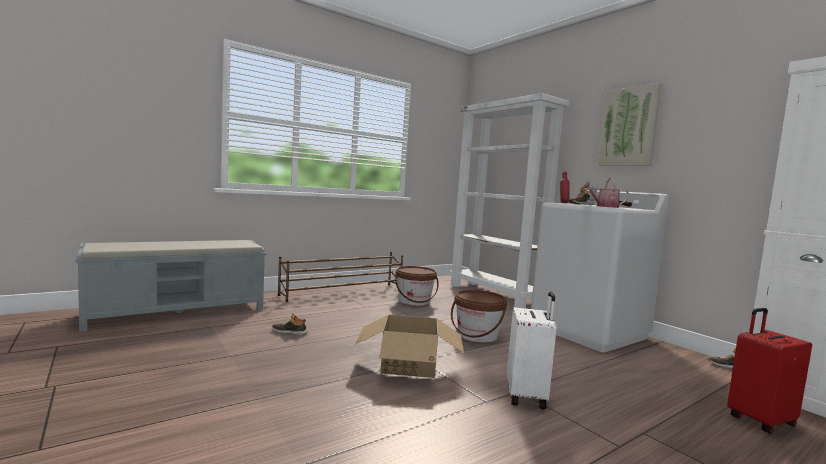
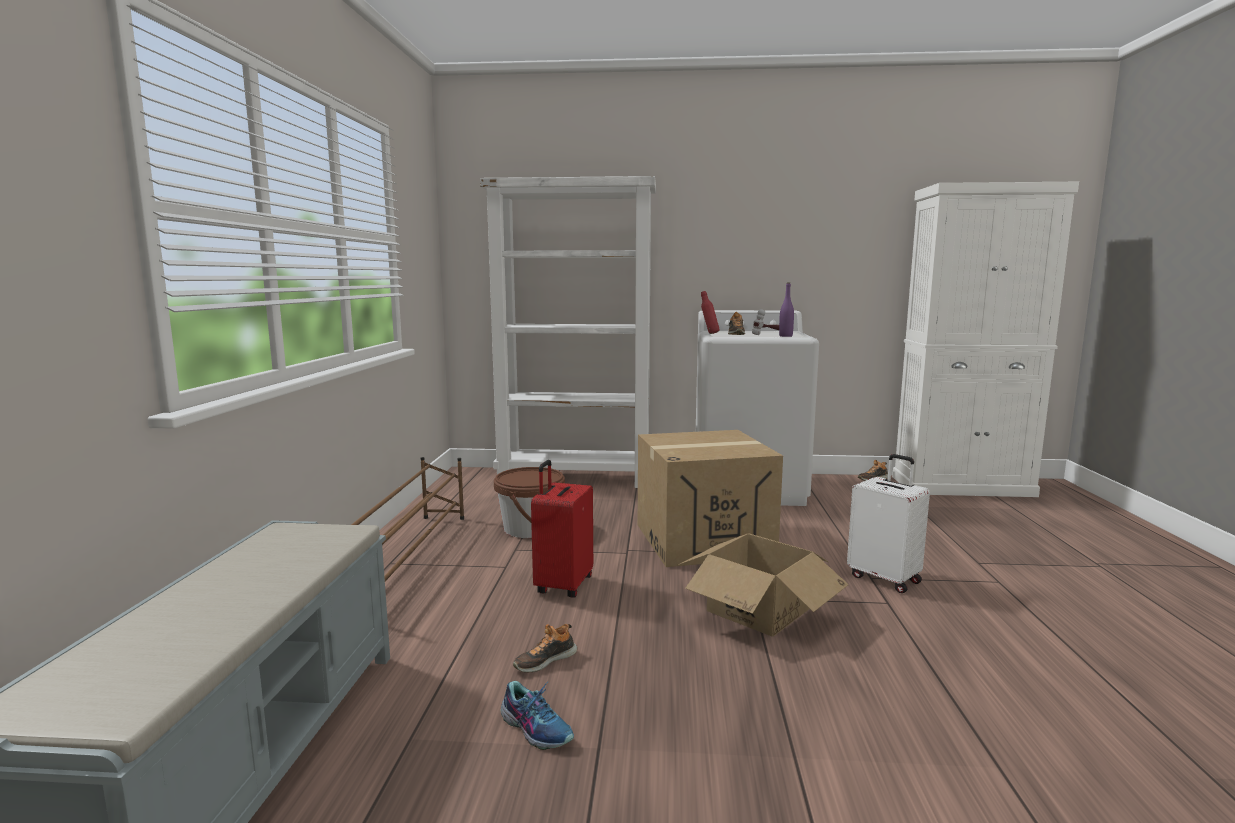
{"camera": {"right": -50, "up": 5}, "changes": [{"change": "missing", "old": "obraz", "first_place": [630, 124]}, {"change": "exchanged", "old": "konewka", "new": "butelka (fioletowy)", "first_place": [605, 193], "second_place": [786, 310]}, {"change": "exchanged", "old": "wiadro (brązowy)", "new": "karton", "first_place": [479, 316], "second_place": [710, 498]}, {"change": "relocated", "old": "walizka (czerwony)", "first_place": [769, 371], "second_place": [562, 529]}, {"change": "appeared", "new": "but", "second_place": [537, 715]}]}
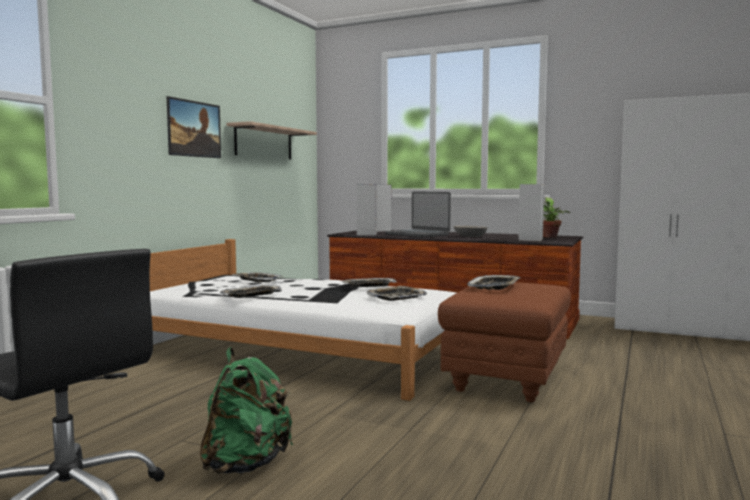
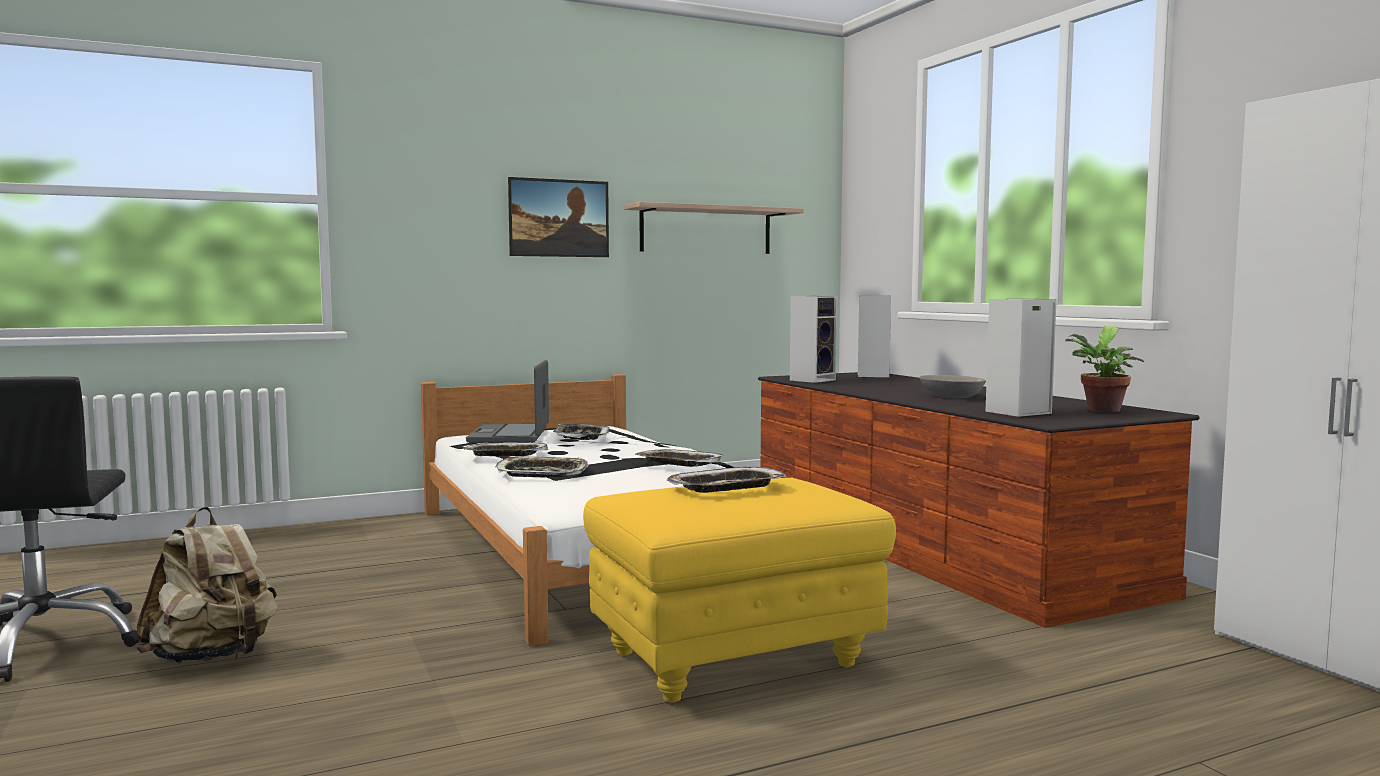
{"camera": {"right": 40, "up": 0}, "changes": [{"change": "relocated", "old": "laptop", "first_place": [418, 215], "second_place": [507, 401]}, {"change": "colour", "old": "pufa (brązowy)", "new": "pufa (żółty)", "first_place": [504, 342], "second_place": [739, 590]}, {"change": "relocated", "old": "taca", "first_place": [397, 293], "second_place": [542, 467]}, {"change": "colour", "old": "plecak (zielony)", "new": "plecak (beżowy)", "first_place": [246, 410], "second_place": [207, 585]}]}
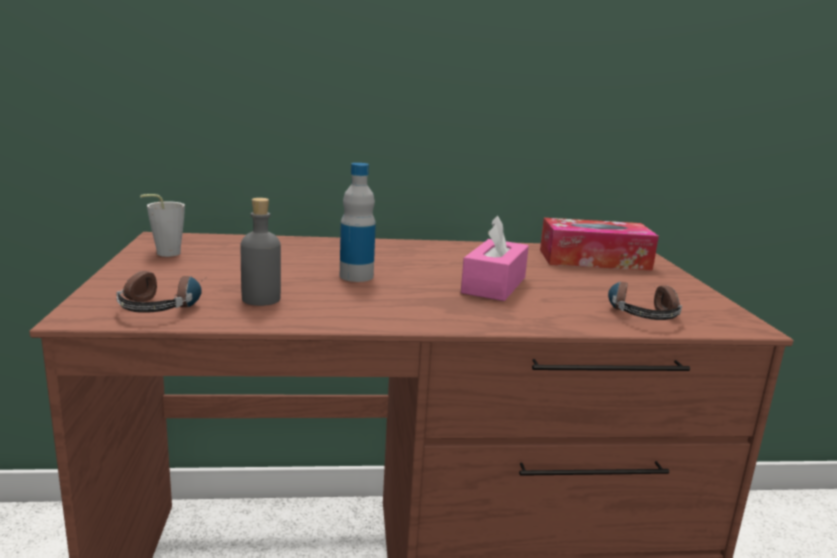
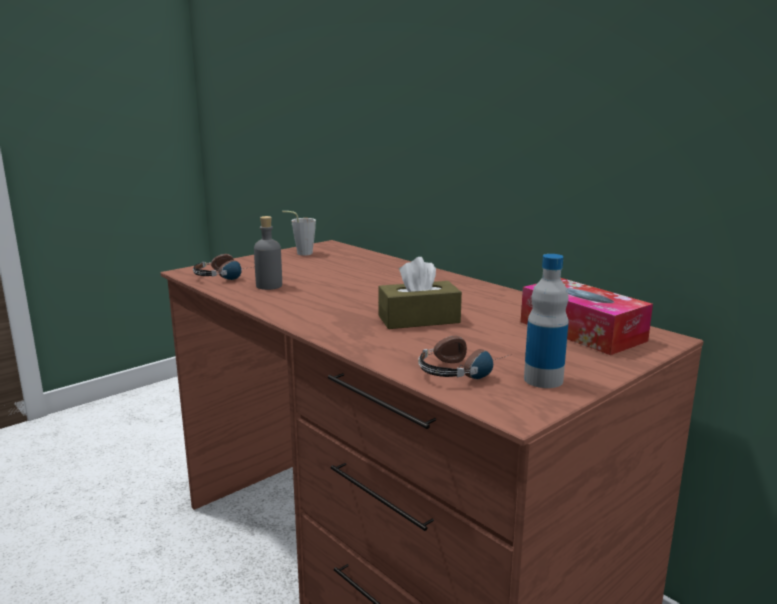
{"camera": {"right": 55, "up": 0}, "changes": [{"change": "relocated", "old": "butelka", "first_place": [358, 222], "second_place": [546, 321]}, {"change": "colour", "old": "pudełko chusteczek (różowy)", "new": "pudełko chusteczek (brązowy)", "first_place": [495, 258], "second_place": [420, 293]}]}
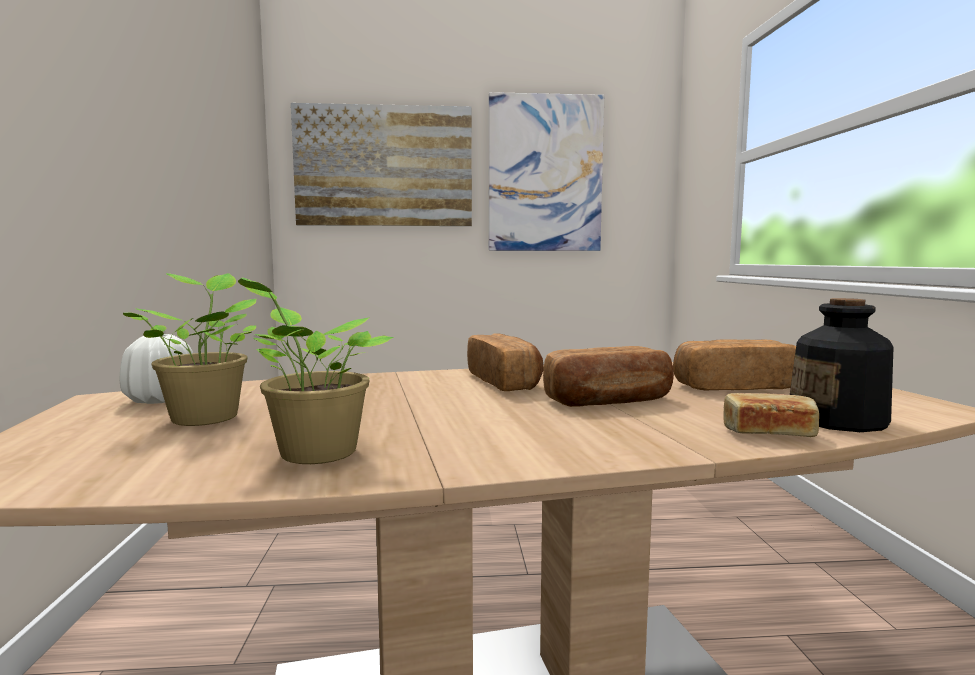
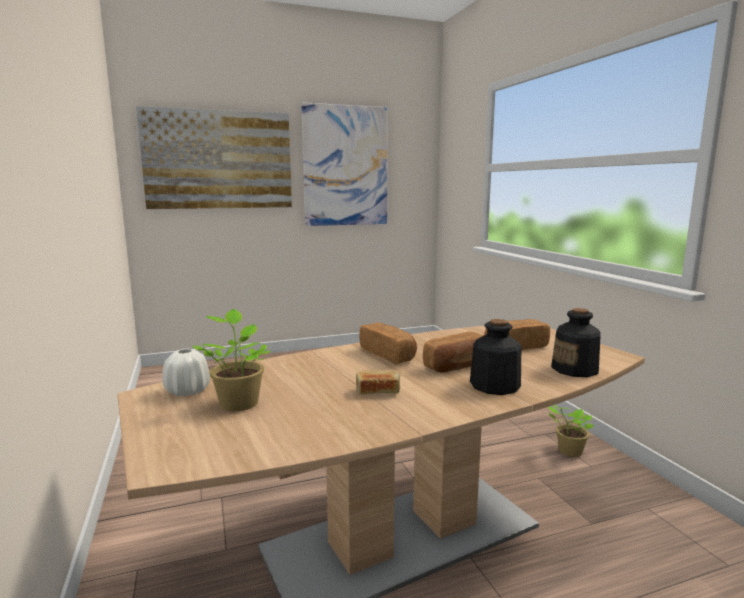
{"camera": {"right": -15, "up": 5}, "changes": [{"change": "relocated", "old": "roślina doniczkowa", "first_place": [316, 370], "second_place": [571, 431]}, {"change": "relocated", "old": "chleb", "first_place": [771, 415], "second_place": [378, 381]}, {"change": "appeared", "new": "butelka", "second_place": [495, 357]}]}
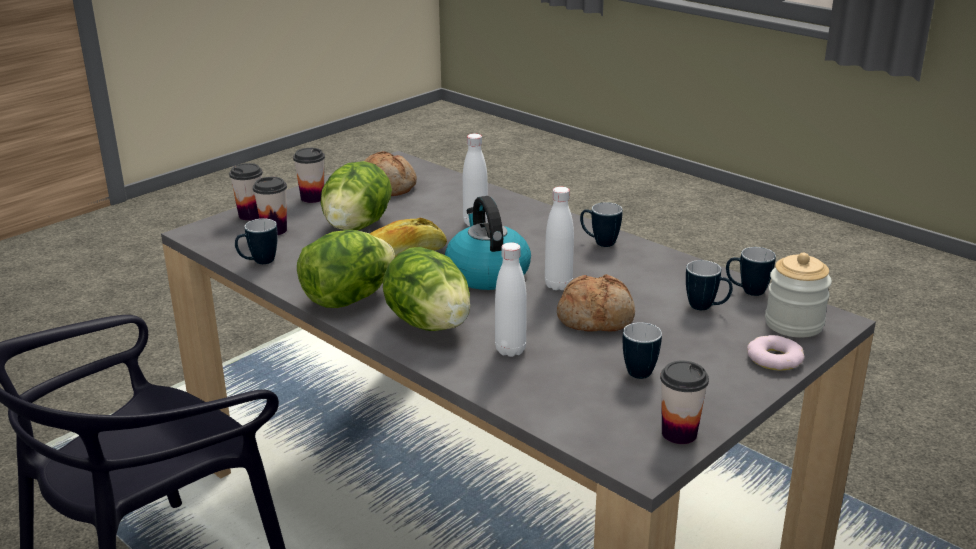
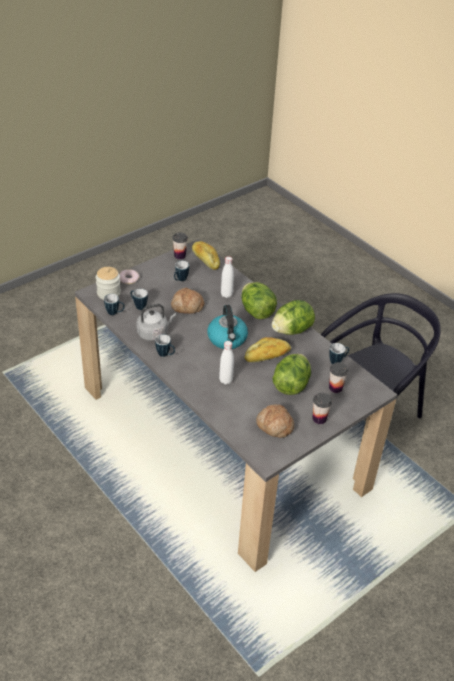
{"camera": {"right": -175, "up": 15}, "changes": [{"change": "missing", "old": "filiżanka", "first_place": [246, 192]}, {"change": "missing", "old": "butelka (biały)", "first_place": [559, 238]}, {"change": "appeared", "new": "chleb", "second_place": [206, 255]}, {"change": "appeared", "new": "czajnik (szary)", "second_place": [156, 322]}]}
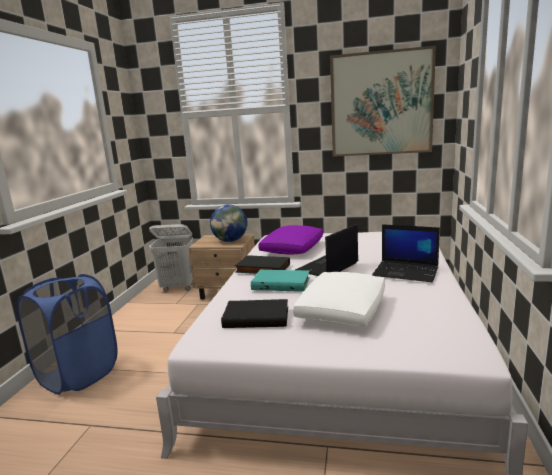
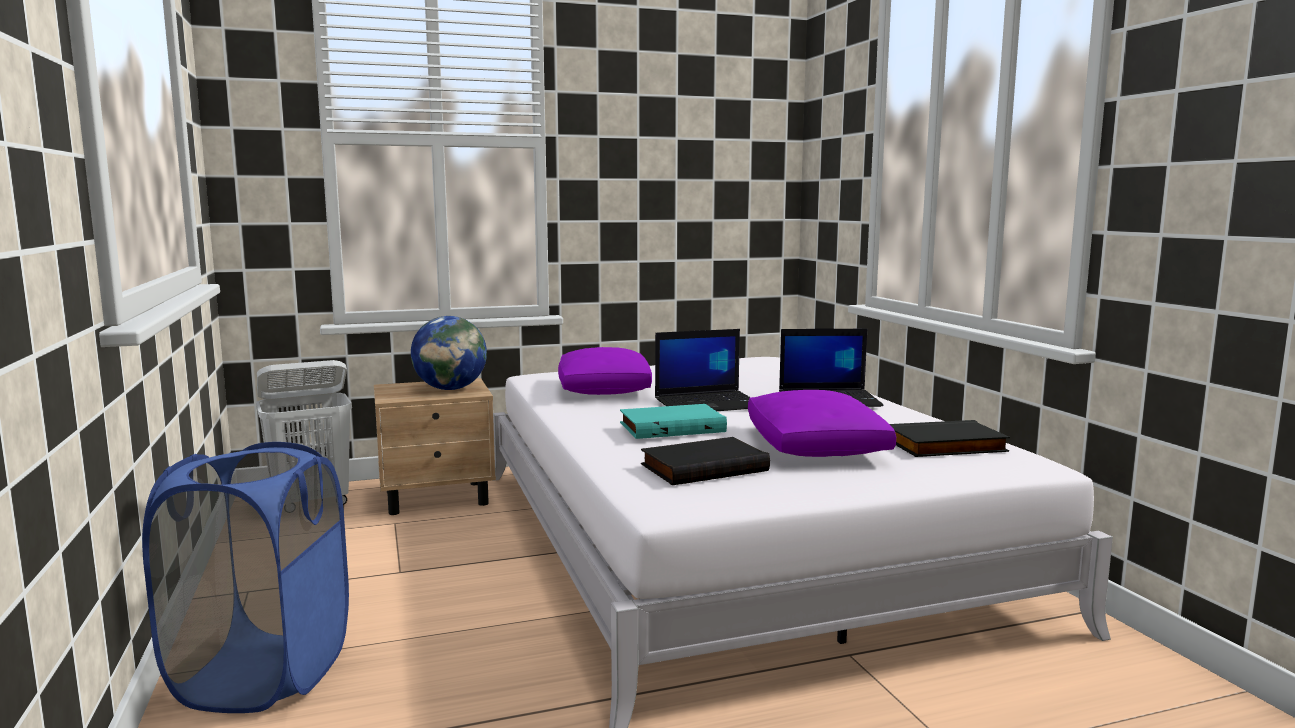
{"camera": {"right": -30, "up": -5}, "changes": [{"change": "missing", "old": "obraz", "first_place": [383, 101]}, {"change": "spun", "old": "laptop", "first_place": [326, 250], "second_place": [703, 370], "degrees": -120}, {"change": "relocated", "old": "książka (czarny)", "first_place": [262, 264], "second_place": [950, 438]}, {"change": "colour", "old": "poduszka (biały)", "new": "poduszka (fioletowy)", "first_place": [339, 299], "second_place": [822, 423]}]}
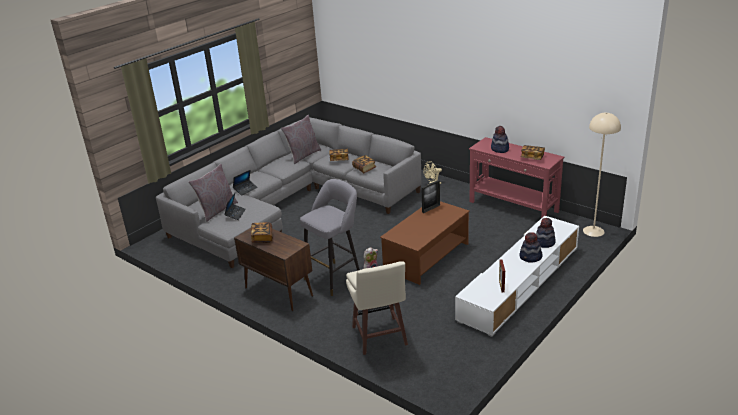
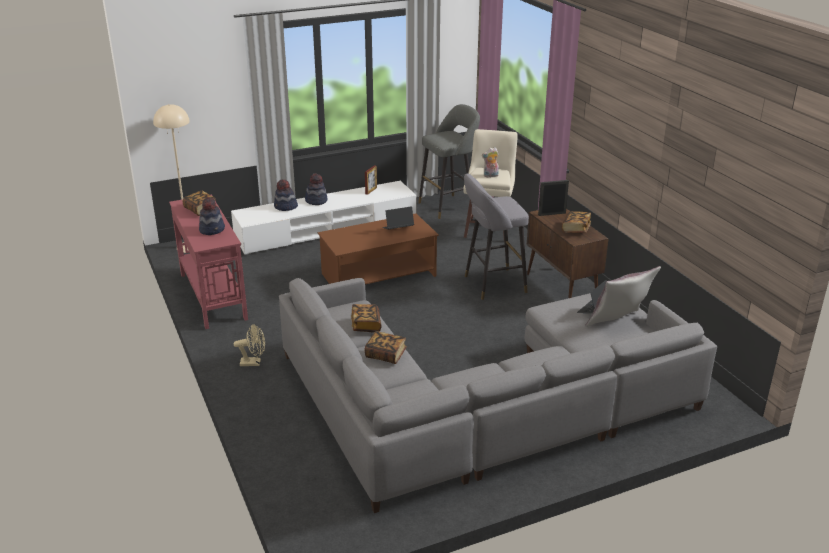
{"camera": {"right": -155, "up": 0}, "changes": [{"change": "missing", "old": "poduszka (szary)", "first_place": [301, 139]}, {"change": "relocated", "old": "laptop", "first_place": [245, 183], "second_place": [398, 217]}, {"change": "relocated", "old": "ramka na zdjęcie", "first_place": [430, 196], "second_place": [553, 198]}, {"change": "appeared", "new": "stołek (szary)", "second_place": [449, 161]}]}
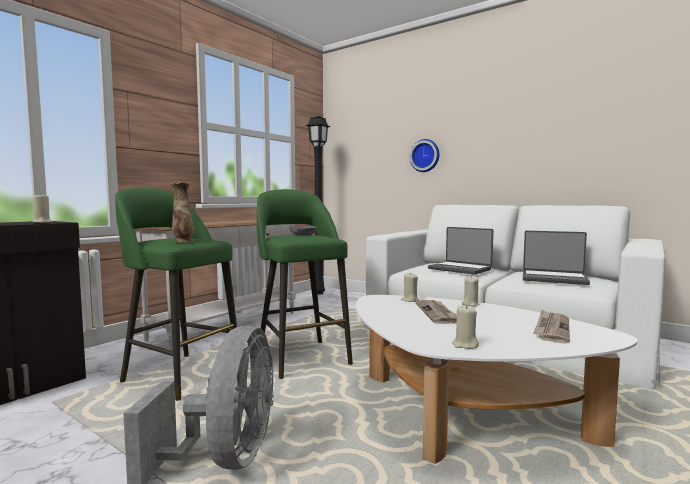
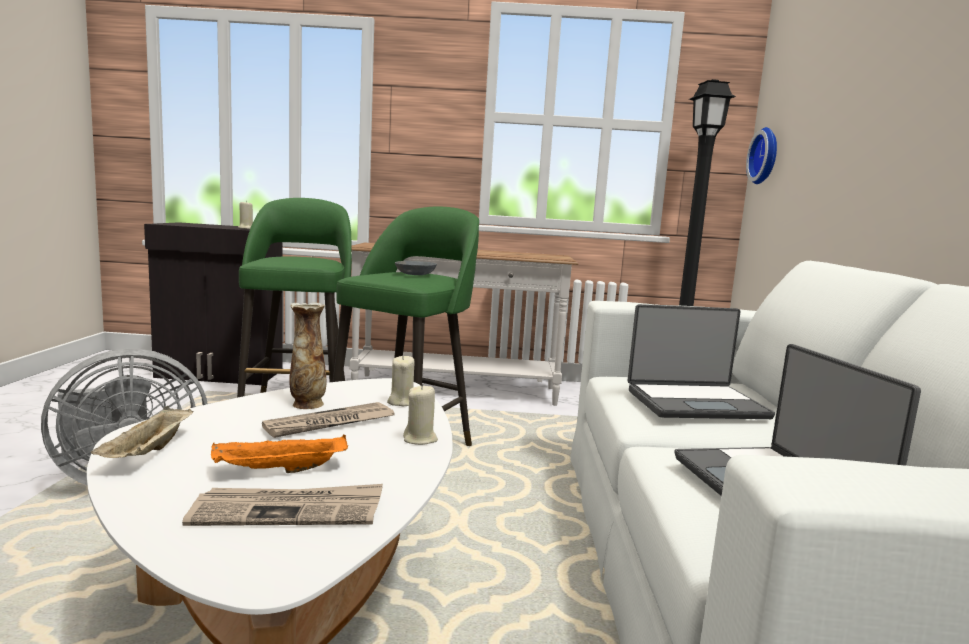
{"camera": {"right": 55, "up": 5}, "changes": [{"change": "relocated", "old": "zegar ścienny", "first_place": [424, 155], "second_place": [761, 155]}, {"change": "relocated", "old": "wazon", "first_place": [182, 212], "second_place": [308, 356]}, {"change": "spun", "old": "laptop", "first_place": [460, 251], "second_place": [701, 361], "degrees": -105}, {"change": "exchanged", "old": "świeca (beżowy)", "new": "taca (beżowy)", "first_place": [465, 327], "second_place": [142, 432]}, {"change": "appeared", "new": "taca (pomarańczowy)", "second_place": [279, 453]}]}
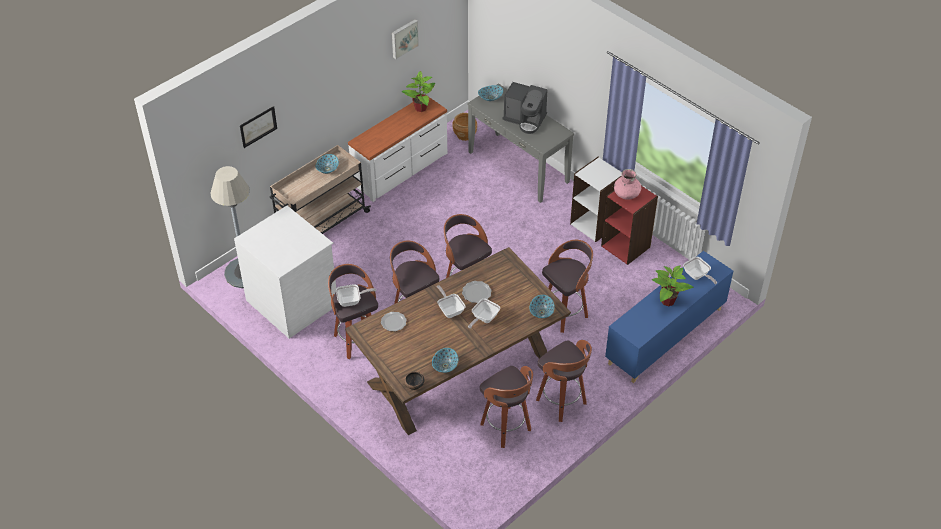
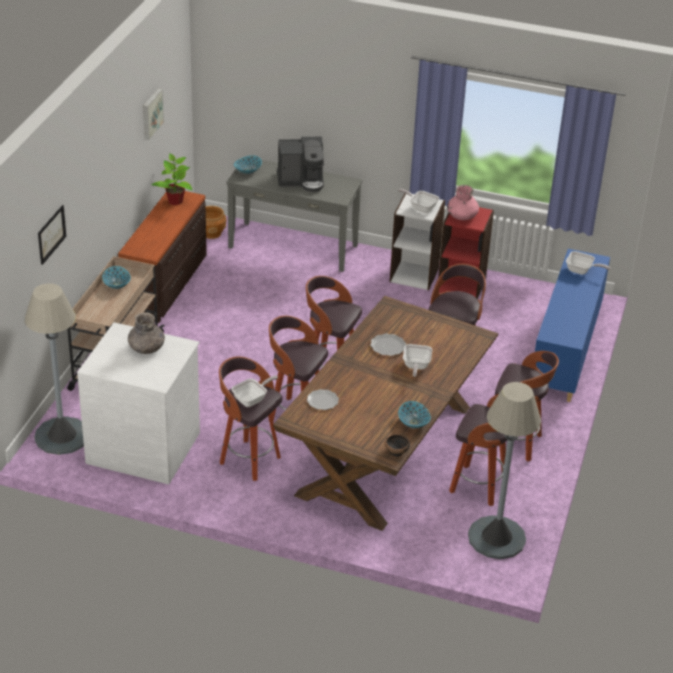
{"camera": {"right": -30, "up": -10}, "changes": [{"change": "colour", "old": "komoda (biały)", "new": "komoda (brązowy)", "first_place": [397, 148], "second_place": [162, 257]}, {"change": "missing", "old": "roślina doniczkowa", "first_place": [672, 285]}, {"change": "relocated", "old": "patelnia", "first_place": [451, 301], "second_place": [418, 201]}, {"change": "missing", "old": "miska", "first_place": [542, 306]}, {"change": "appeared", "new": "wazon (szary)", "second_place": [146, 333]}, {"change": "appeared", "new": "lampa stojąca (szary)", "second_place": [504, 470]}]}
